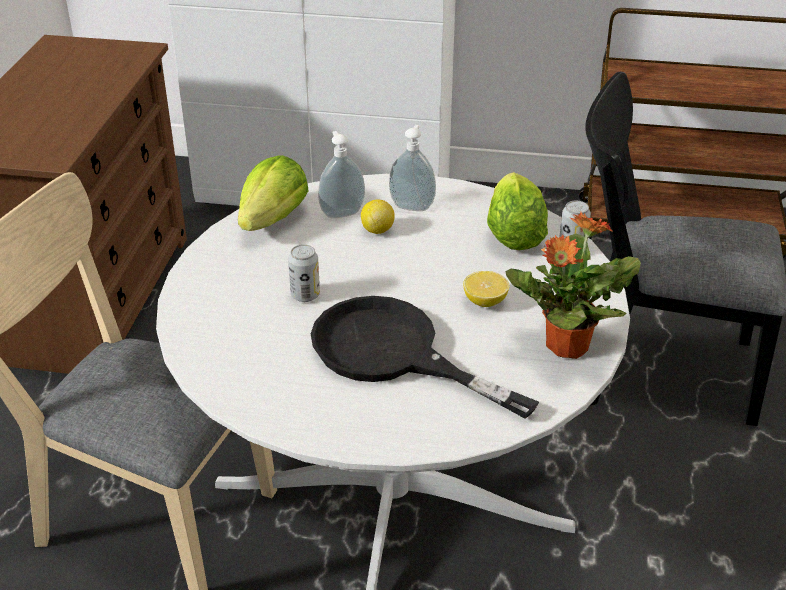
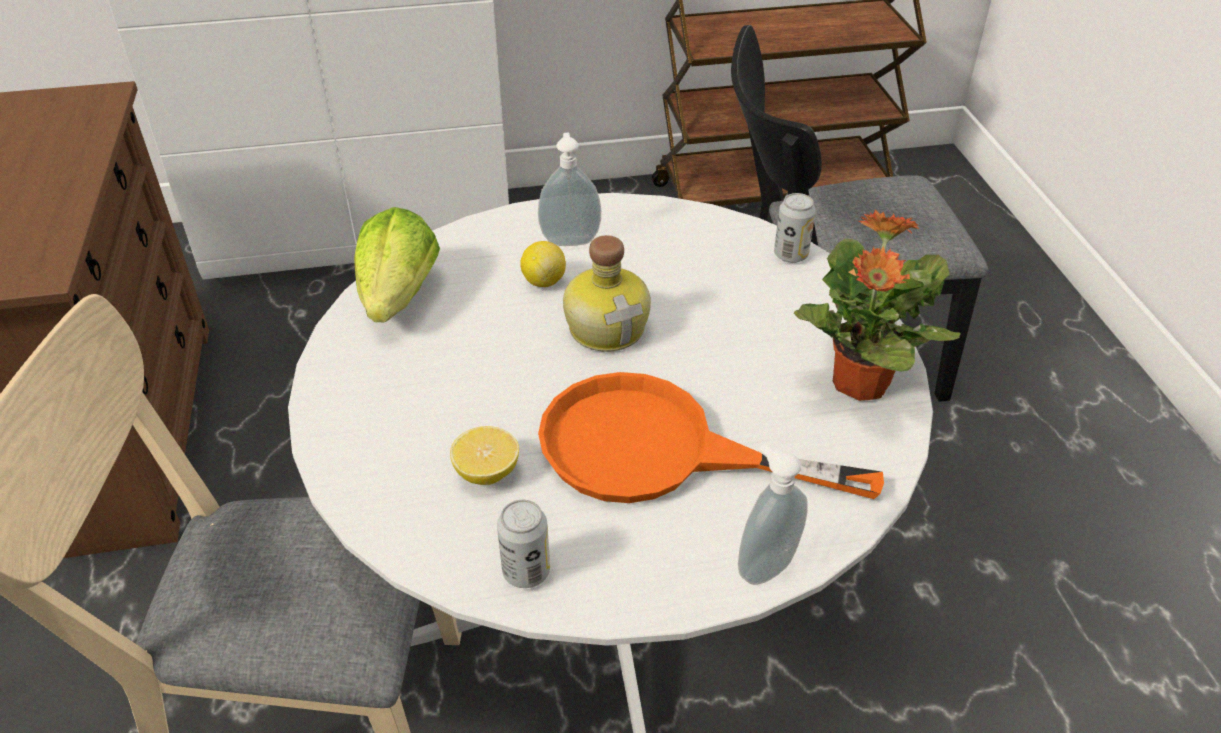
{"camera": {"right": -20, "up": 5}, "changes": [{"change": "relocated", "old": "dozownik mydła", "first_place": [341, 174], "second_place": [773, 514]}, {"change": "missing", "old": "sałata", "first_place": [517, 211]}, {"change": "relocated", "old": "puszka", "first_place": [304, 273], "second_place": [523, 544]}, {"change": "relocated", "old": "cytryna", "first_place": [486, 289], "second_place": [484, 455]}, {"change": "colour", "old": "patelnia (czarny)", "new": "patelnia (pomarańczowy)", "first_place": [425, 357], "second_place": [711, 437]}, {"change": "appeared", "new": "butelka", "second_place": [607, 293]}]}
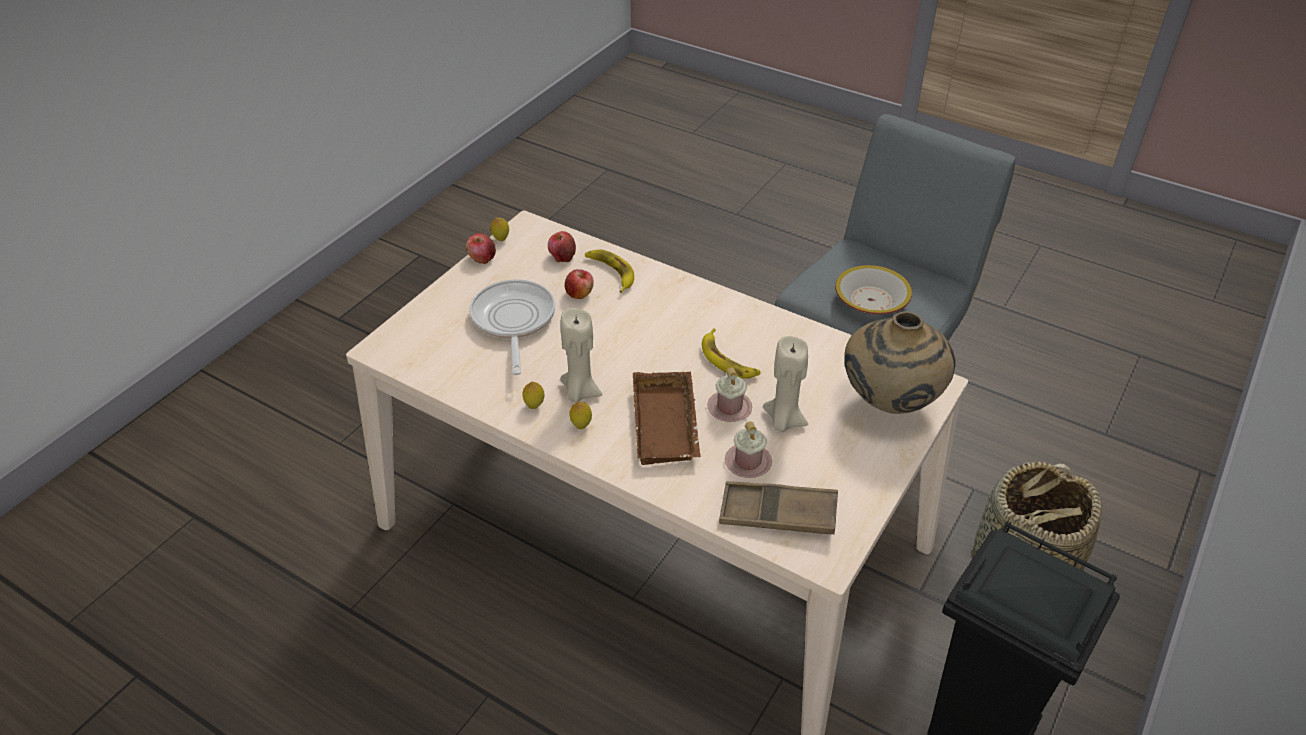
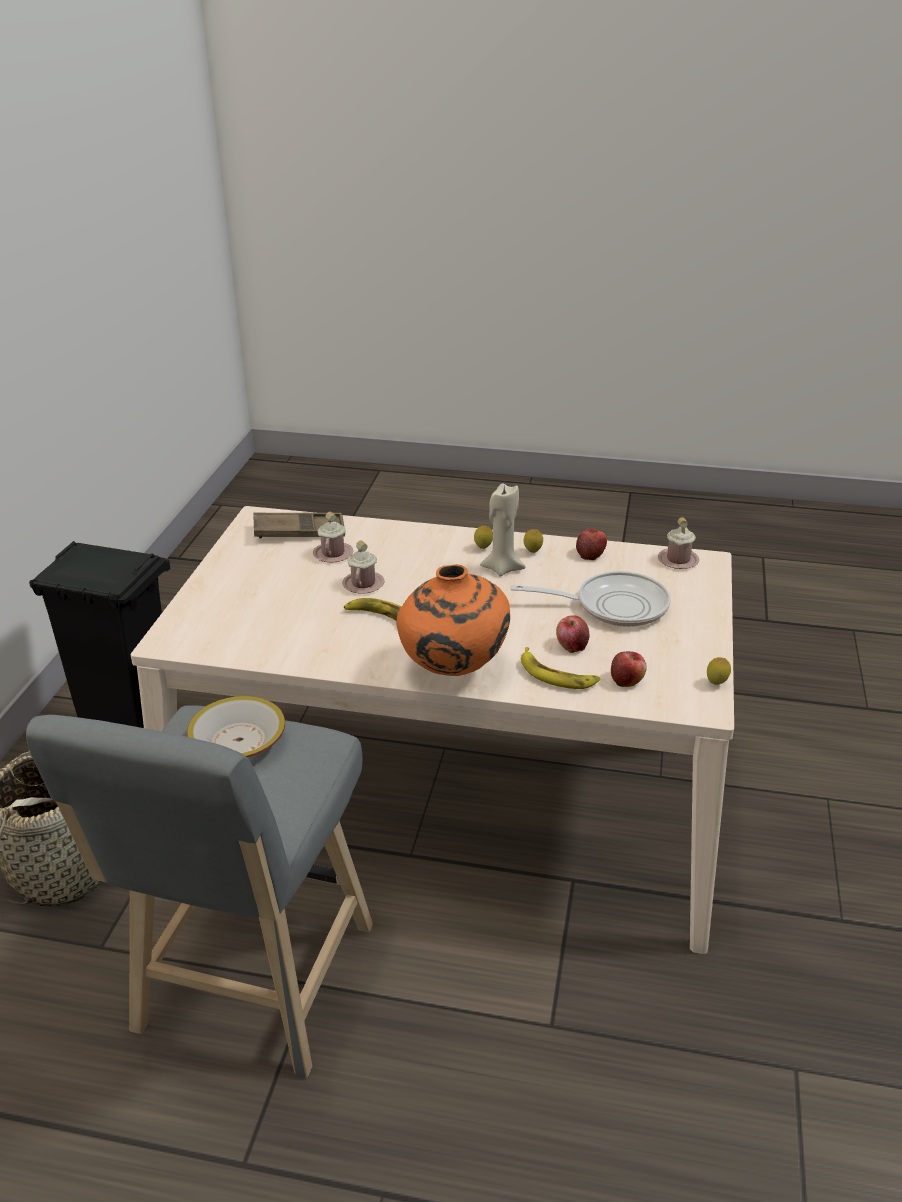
{"camera": {"right": 160, "up": -10}, "changes": [{"change": "relocated", "old": "jabłko", "first_place": [481, 248], "second_place": [591, 544]}, {"change": "spun", "old": "patelnia", "first_place": [512, 327], "second_place": [591, 599], "degrees": -60}, {"change": "missing", "old": "wazon (beżowy)", "first_place": [900, 362]}, {"change": "missing", "old": "świeca (beżowy)", "first_place": [785, 384]}, {"change": "missing", "old": "taca (brązowy)", "first_place": [667, 418]}, {"change": "appeared", "new": "kubek (różowy)", "second_place": [678, 543]}, {"change": "appeared", "new": "wazon (pomarańczowy)", "second_place": [453, 620]}]}
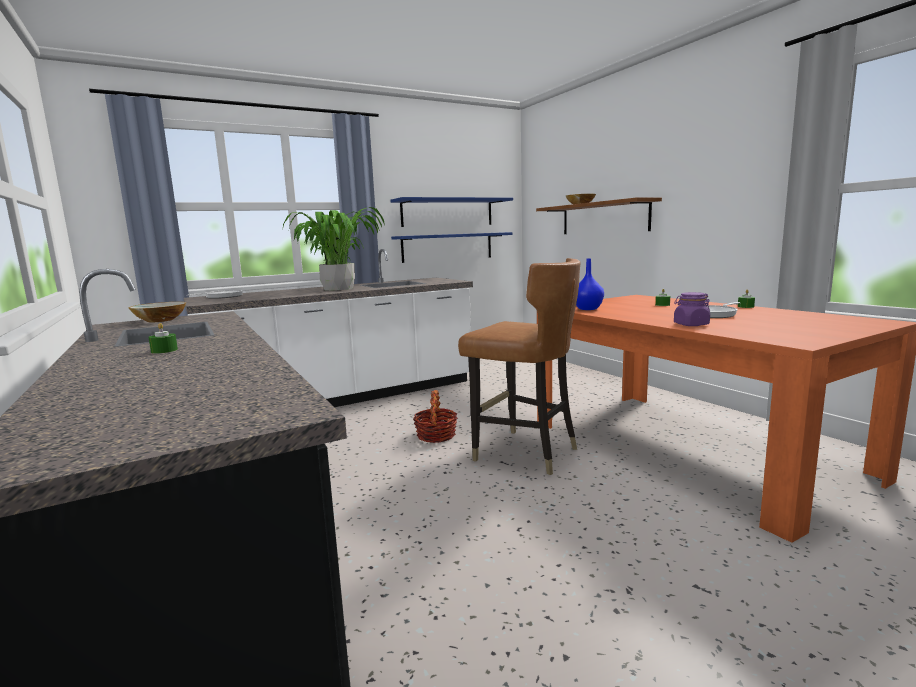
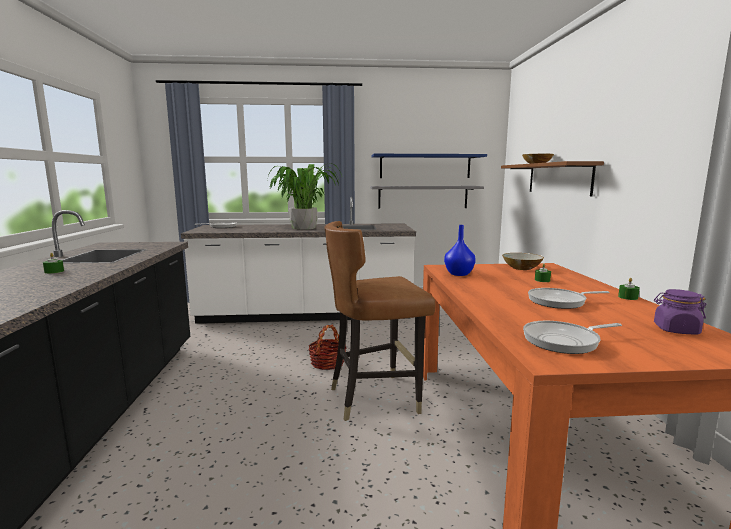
{"camera": {"right": 25, "up": 0}, "changes": [{"change": "colour", "old": "półka (niebieski)", "new": "półka (szary)", "first_place": [452, 247], "second_place": [427, 197]}, {"change": "spun", "old": "krzesło (brązowy)", "first_place": [519, 366], "second_place": [380, 321], "degrees": 105}, {"change": "relocated", "old": "słoik (fioletowy)", "first_place": [692, 309], "second_place": [680, 311]}, {"change": "relocated", "old": "miska", "first_place": [157, 312], "second_place": [523, 261]}, {"change": "appeared", "new": "patelnia", "second_place": [572, 337]}]}
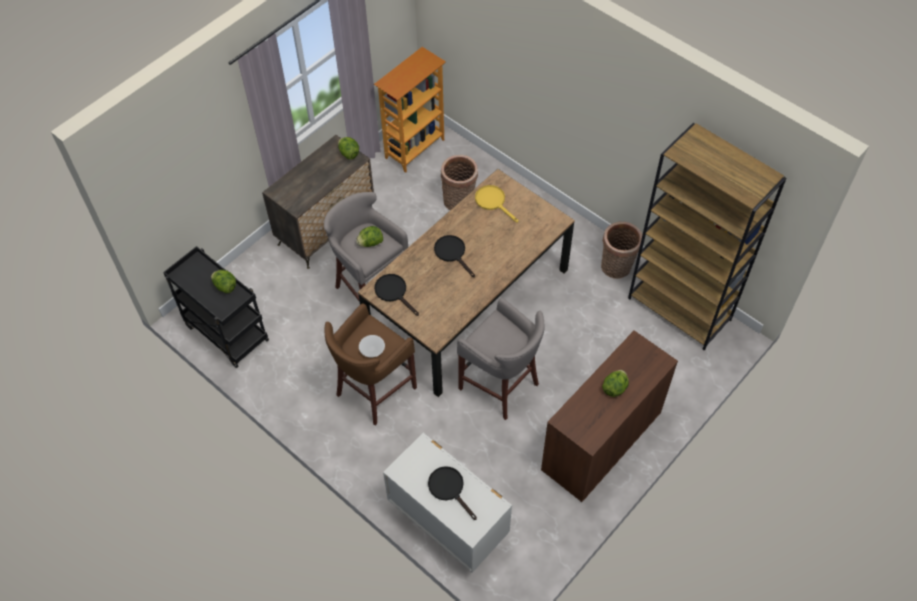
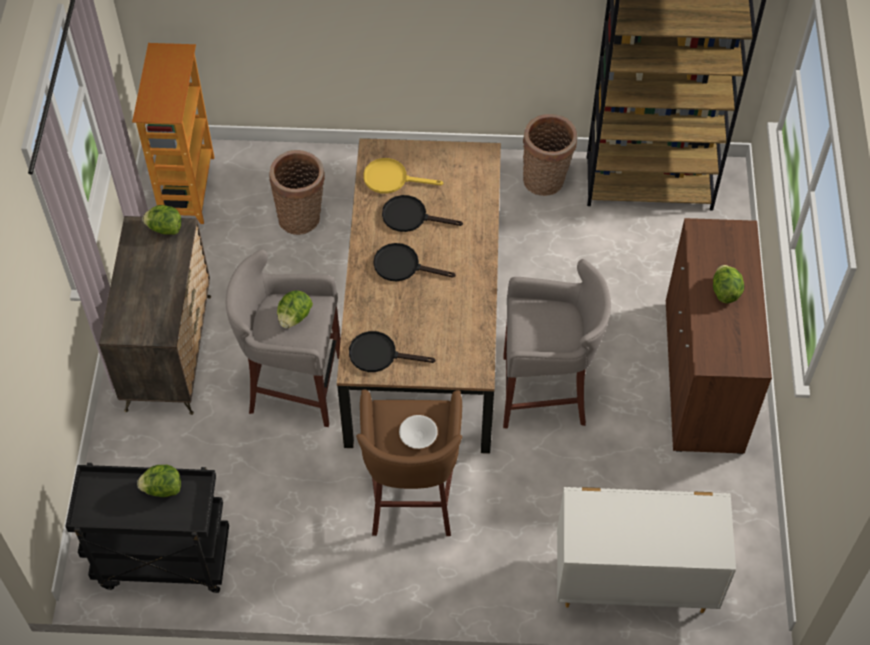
{"camera": {"right": -40, "up": 0}, "changes": [{"change": "relocated", "old": "patelnia (czarny)", "first_place": [452, 493], "second_place": [422, 213]}]}
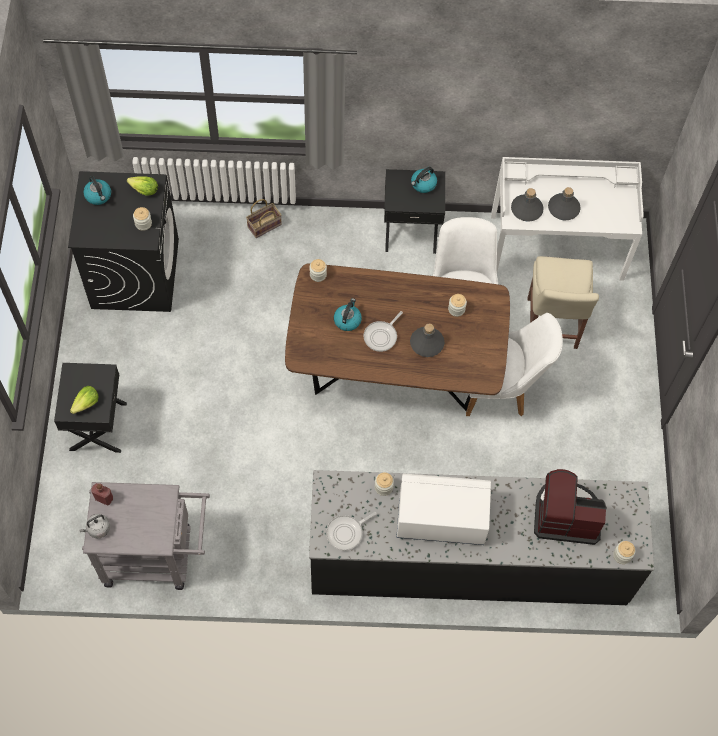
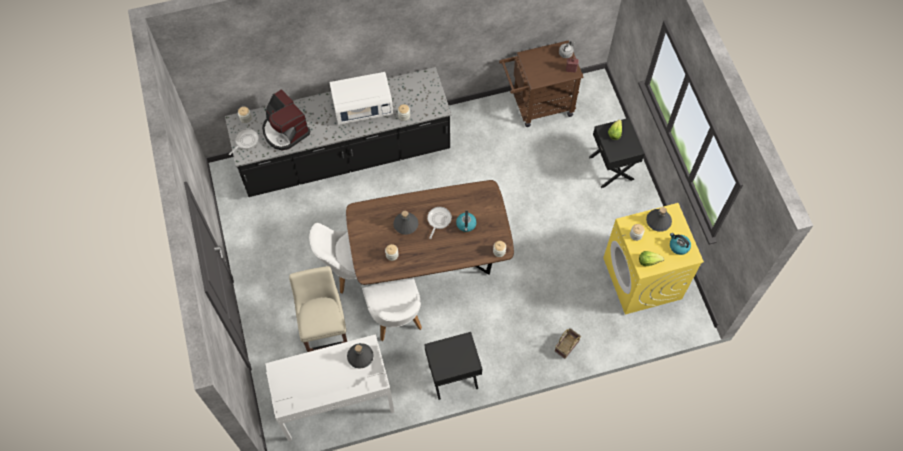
{"camera": {"right": 165, "up": 0}, "changes": [{"change": "missing", "old": "czajnik", "first_place": [424, 180]}, {"change": "colour", "old": "pralka (czarny)", "new": "pralka (żółty)", "first_place": [123, 241], "second_place": [653, 258]}, {"change": "relocated", "old": "butelka (szary)", "first_place": [564, 203], "second_place": [659, 219]}, {"change": "spun", "old": "ekspres do kawy", "first_place": [570, 507], "second_place": [286, 119], "degrees": 60}, {"change": "colour", "old": "wózek (szary)", "new": "wózek (brązowy)", "first_place": [146, 536], "second_place": [541, 83]}, {"change": "relocated", "old": "patelnia", "first_place": [351, 531], "second_place": [244, 141]}]}
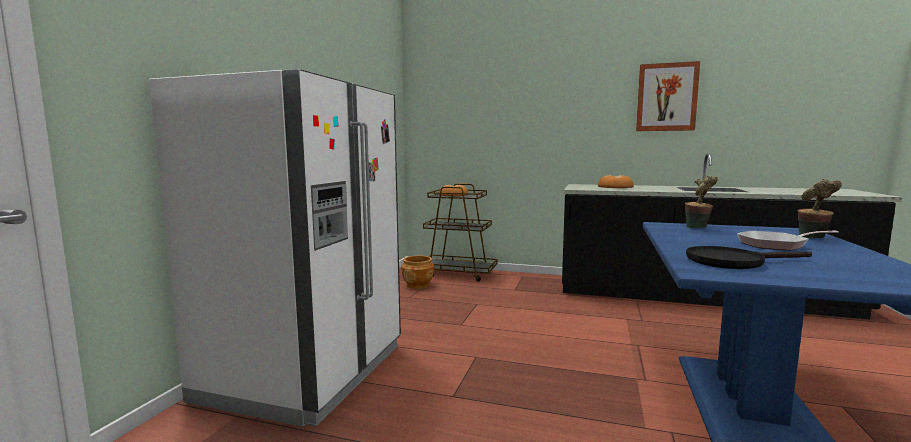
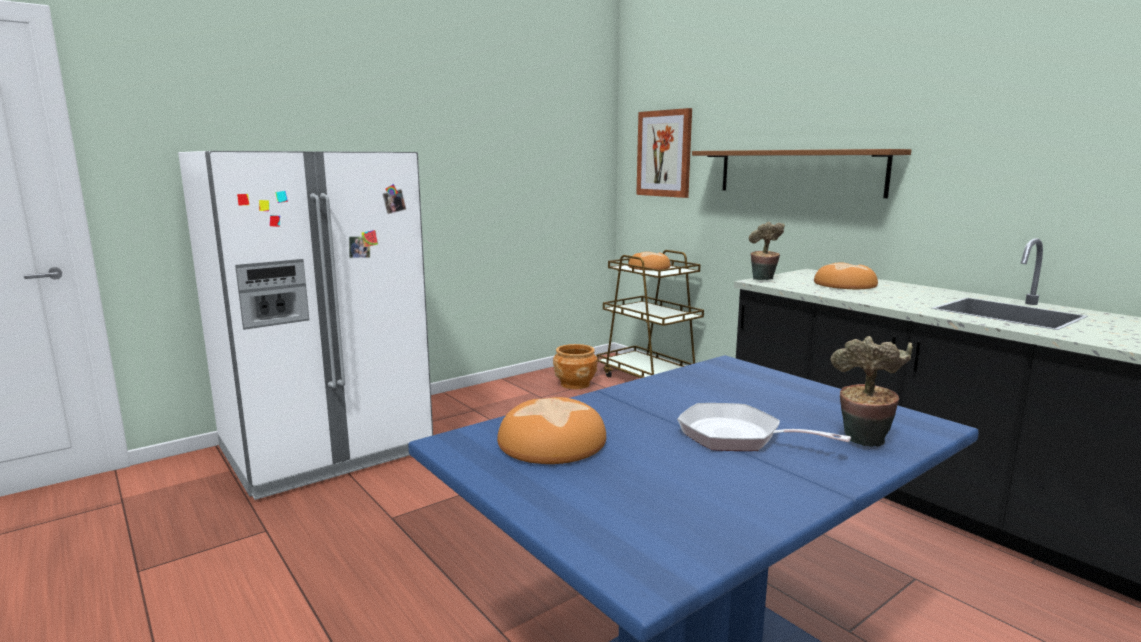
{"camera": {"right": 35, "up": 5}, "changes": [{"change": "relocated", "old": "obraz", "first_place": [668, 96], "second_place": [664, 153]}, {"change": "relocated", "old": "roślina doniczkowa", "first_place": [701, 201], "second_place": [767, 251]}, {"change": "exchanged", "old": "patelnia (czarny)", "new": "chleb", "first_place": [749, 257], "second_place": [551, 430]}, {"change": "appeared", "new": "półka (brązowy)", "second_place": [801, 173]}]}
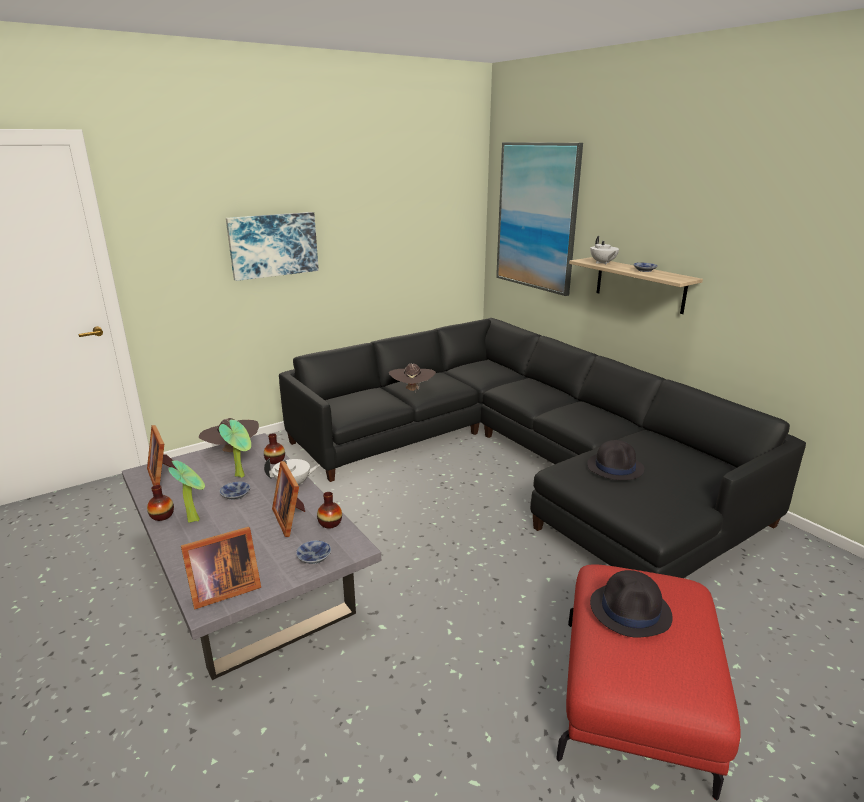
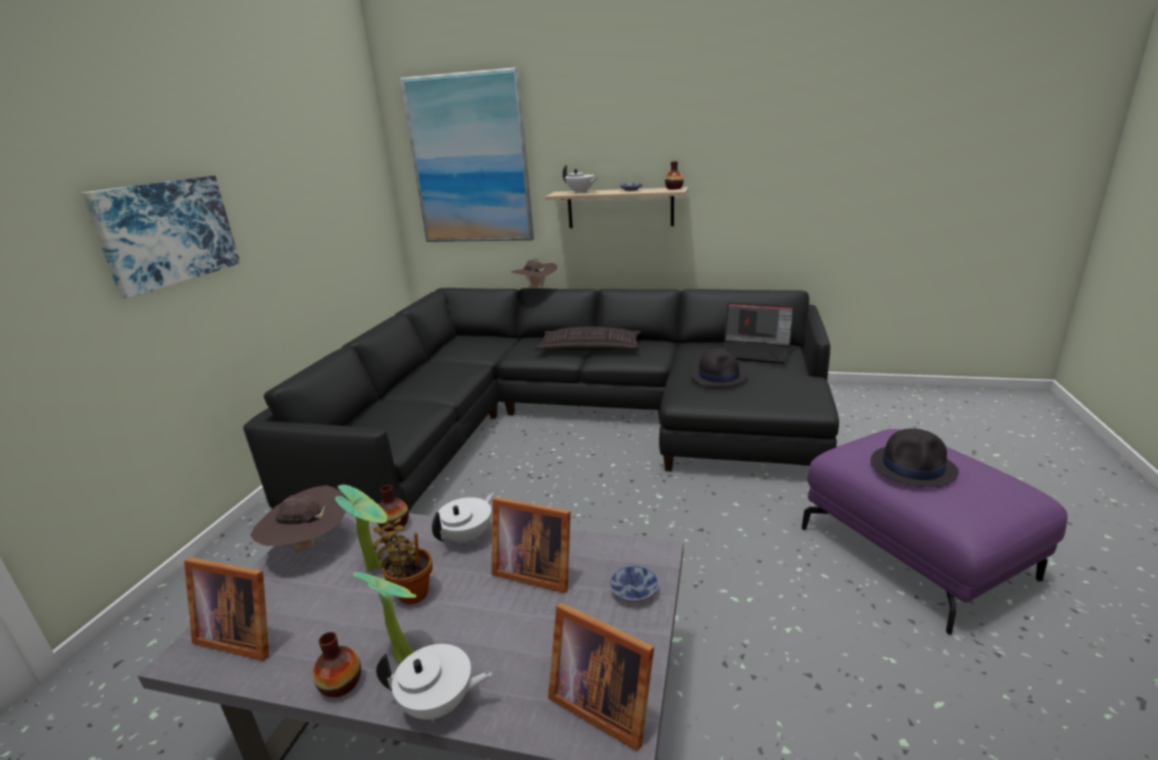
{"camera": {"right": -40, "up": 0}, "changes": [{"change": "relocated", "old": "kapelusz (brązowy)", "first_place": [412, 378], "second_place": [534, 274]}, {"change": "exchanged", "old": "miska", "new": "roślina doniczkowa", "first_place": [234, 491], "second_place": [403, 561]}, {"change": "relocated", "old": "wazon", "first_place": [329, 510], "second_place": [674, 175]}, {"change": "spun", "old": "ramka na zdjęcie", "first_place": [221, 568], "second_place": [601, 676], "degrees": 105}, {"change": "colour", "old": "pufa (czerwony)", "new": "pufa (fioletowy)", "first_place": [648, 683], "second_place": [935, 532]}, {"change": "appeared", "new": "laptop", "second_place": [757, 333]}, {"change": "appeared", "new": "poduszka", "second_place": [587, 339]}, {"change": "appeared", "new": "imbryk (biały)", "second_place": [434, 683]}]}
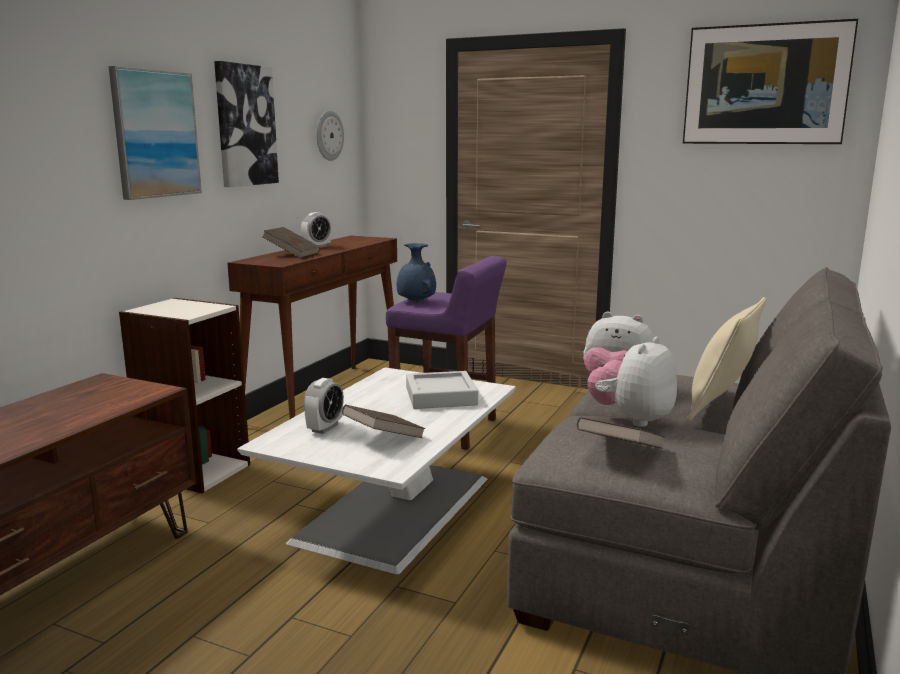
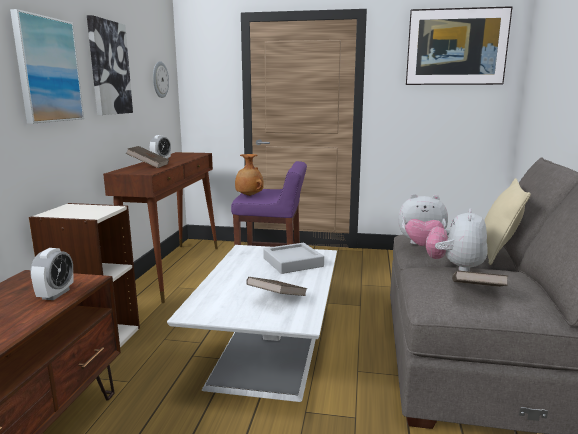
{"camera": {"right": -15, "up": 0}, "changes": [{"change": "colour", "old": "wazon (niebieski)", "new": "wazon (brązowy)", "first_place": [416, 272], "second_place": [249, 175]}, {"change": "relocated", "old": "budzik", "first_place": [324, 406], "second_place": [52, 274]}]}
